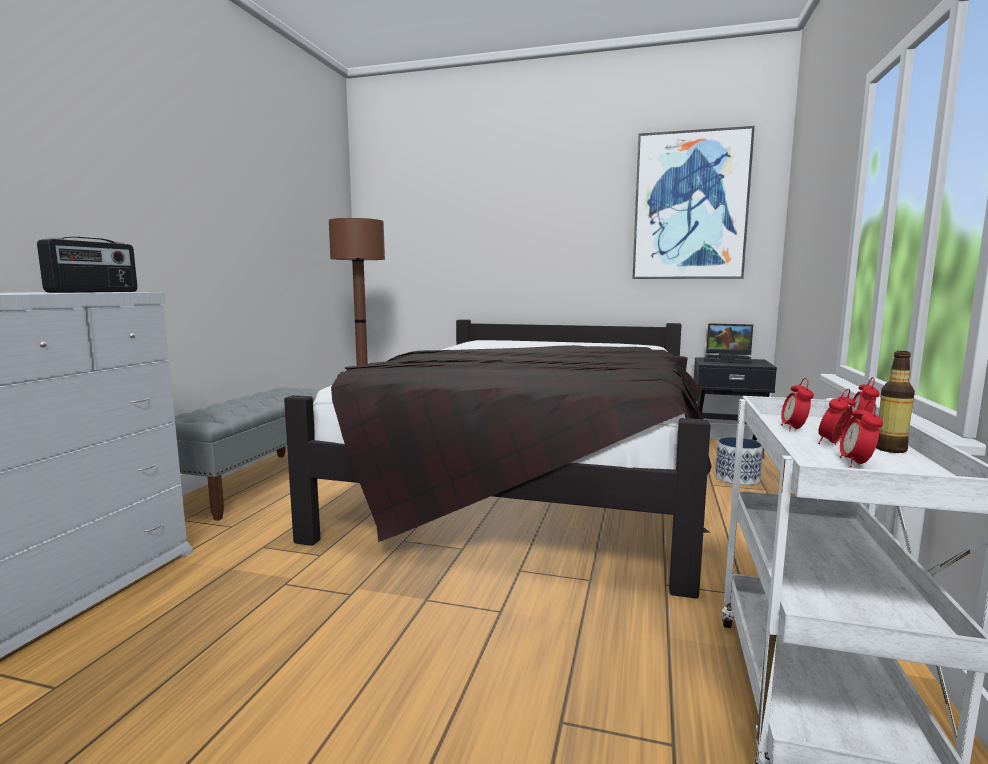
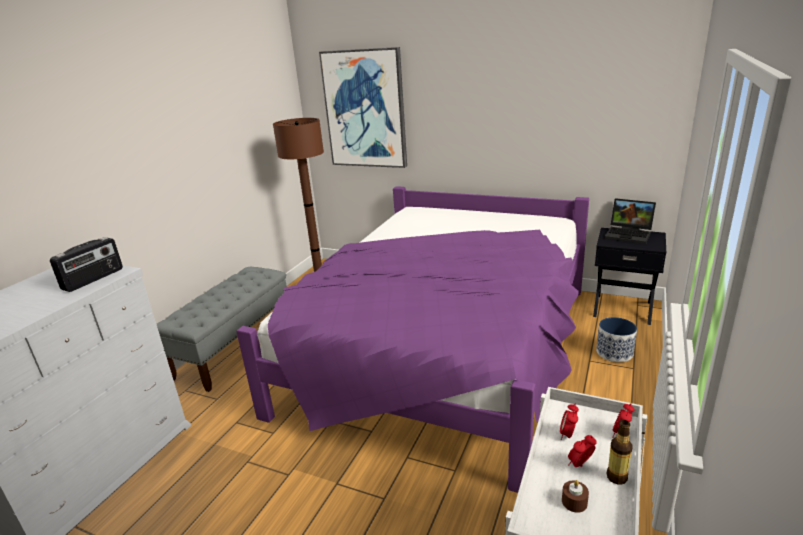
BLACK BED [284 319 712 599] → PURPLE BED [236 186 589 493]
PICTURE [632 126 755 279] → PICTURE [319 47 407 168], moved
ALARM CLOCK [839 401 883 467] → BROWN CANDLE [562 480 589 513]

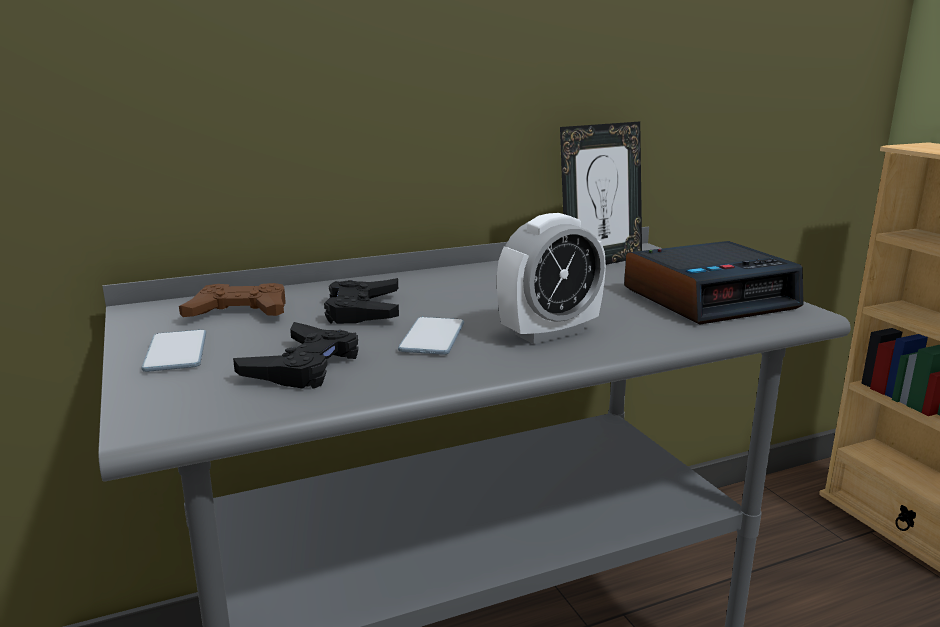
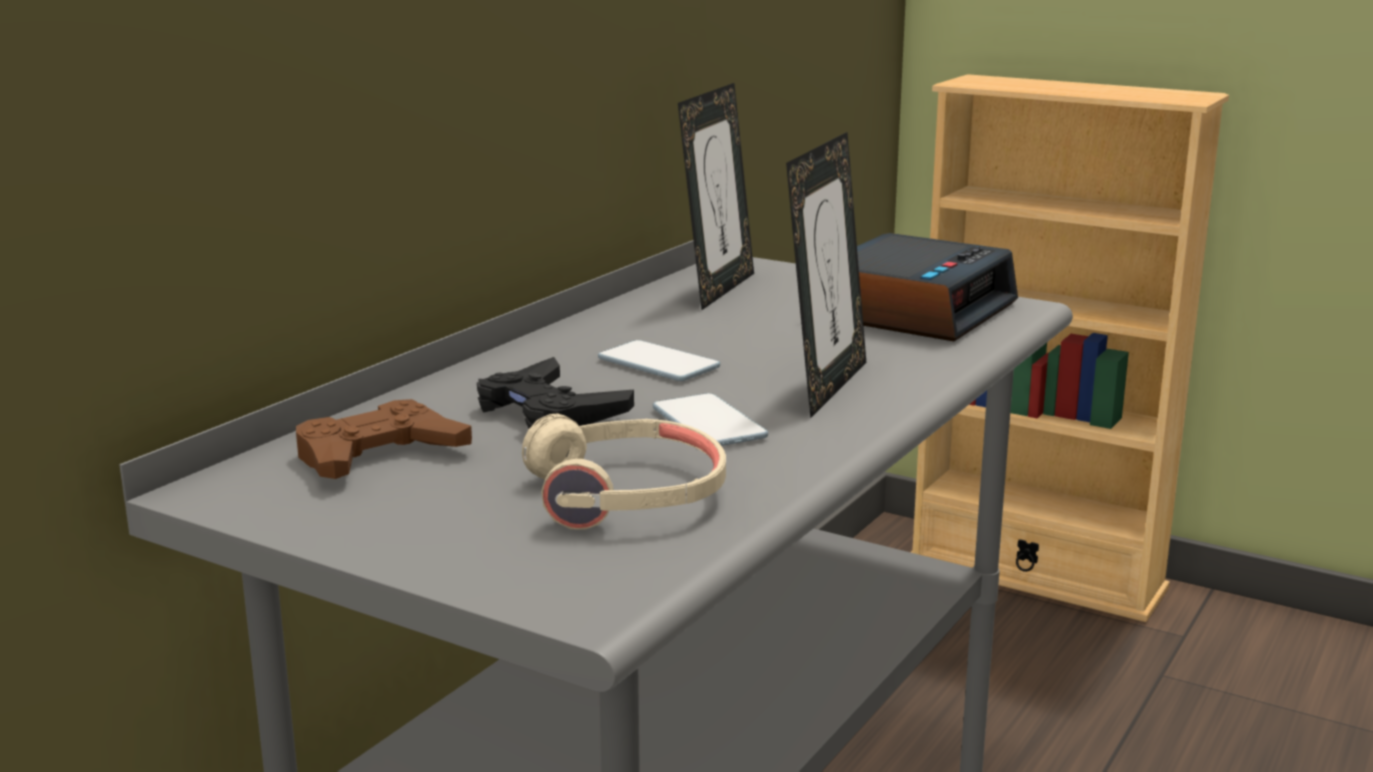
BLACK GAME CONTROLLER [233 322 358 388] → BEIGE HEADPHONES [522 413 726 530]
PHONE [141 330 206 372] → PHONE [598 340 720 381], moved
ALARM CLOCK [497 213 606 344] → PICTURE FRAME [786 132 866 418]

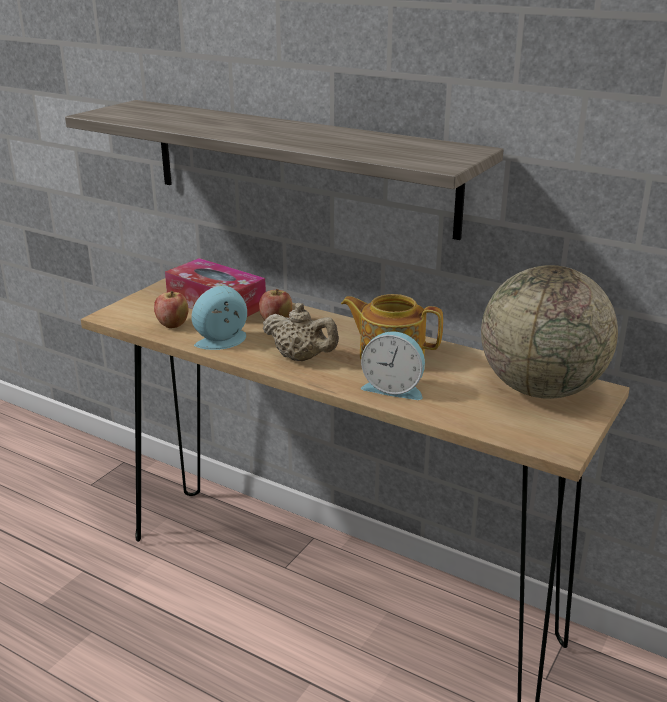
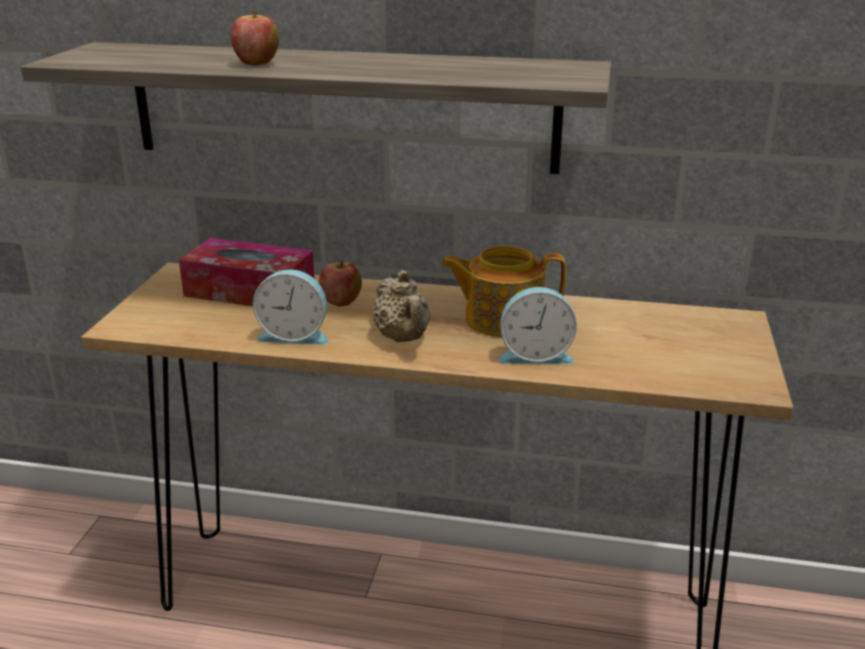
APPLE [154 291 189 328] → APPLE [231 11 279 66], moved
ALARM CLOCK [191 286 247 350] → ALARM CLOCK [253 269 328 345], 120 degrees counterclockwise
BEIGE TEAPOT [262 303 339 361] → BEIGE TEAPOT [373 270 431 342], 60 degrees clockwise
GLOBE [481 265 618 399] → -

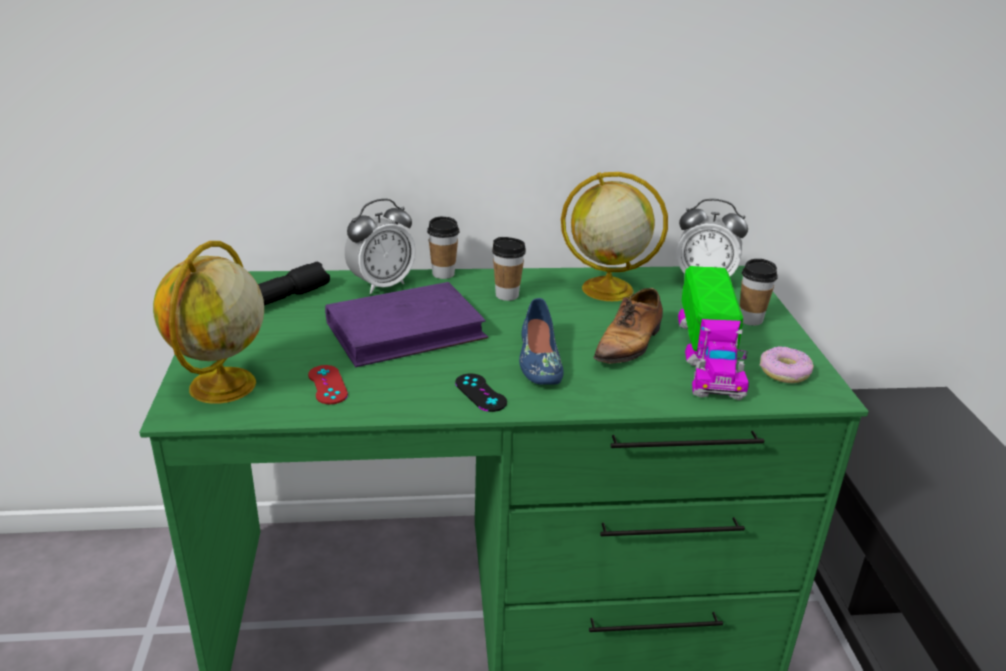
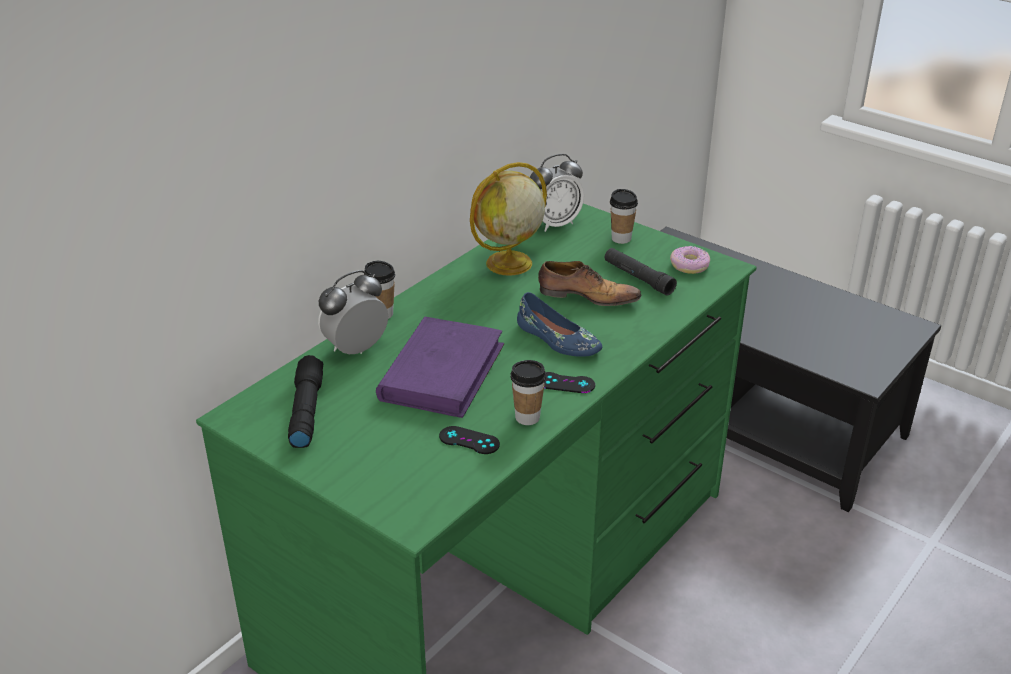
ALARM CLOCK [344 199 416 294] → ALARM CLOCK [318 270 388 354], 135 degrees counterclockwise
RED GAME CONTROLLER [308 365 348 404] → BLACK GAME CONTROLLER [439 426 500 454]
CUP [492 237 526 301] → CUP [510 360 546 425], moved
SHOE [593 288 663 364] → SHOE [538 261 641 306], 60 degrees counterclockwise
TOY TRUCK [678 266 749 400] → BLACK FLASHLIGHT [605 248 677 296]
GLOBE [153 241 264 404] → -

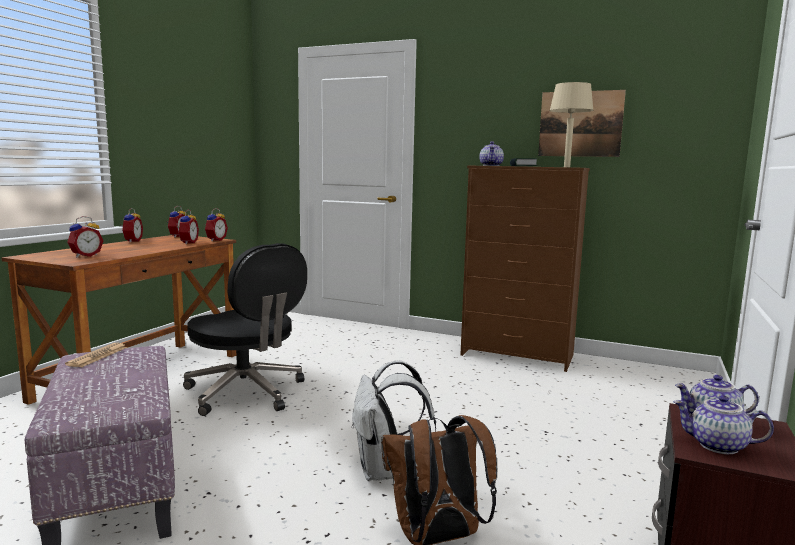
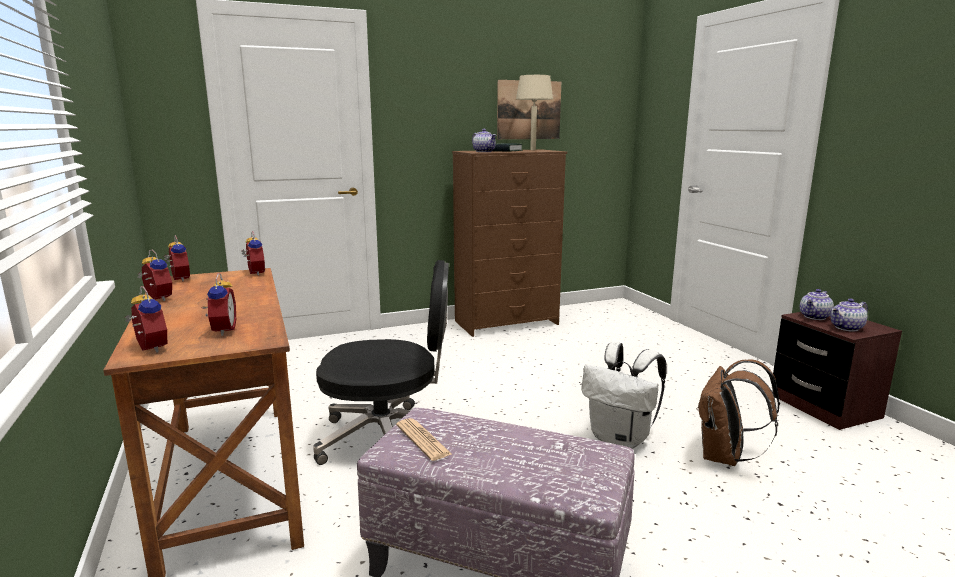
ALARM CLOCK [177 210 199 244] → ALARM CLOCK [125 286 167 353], moved

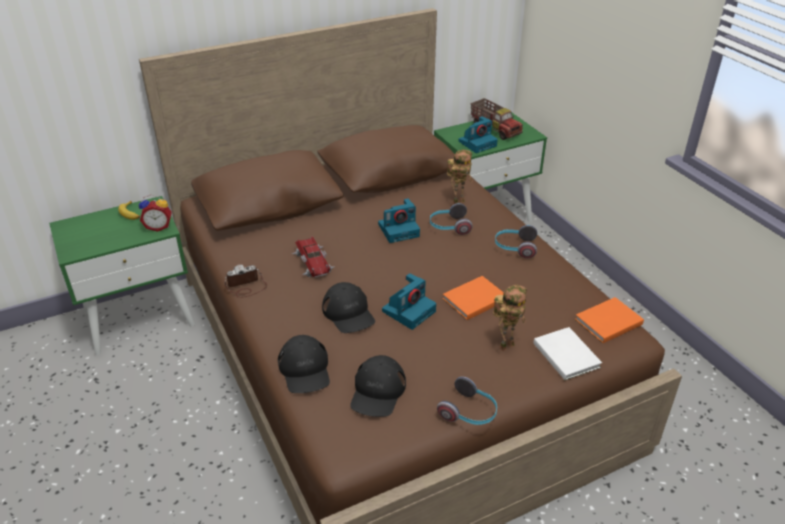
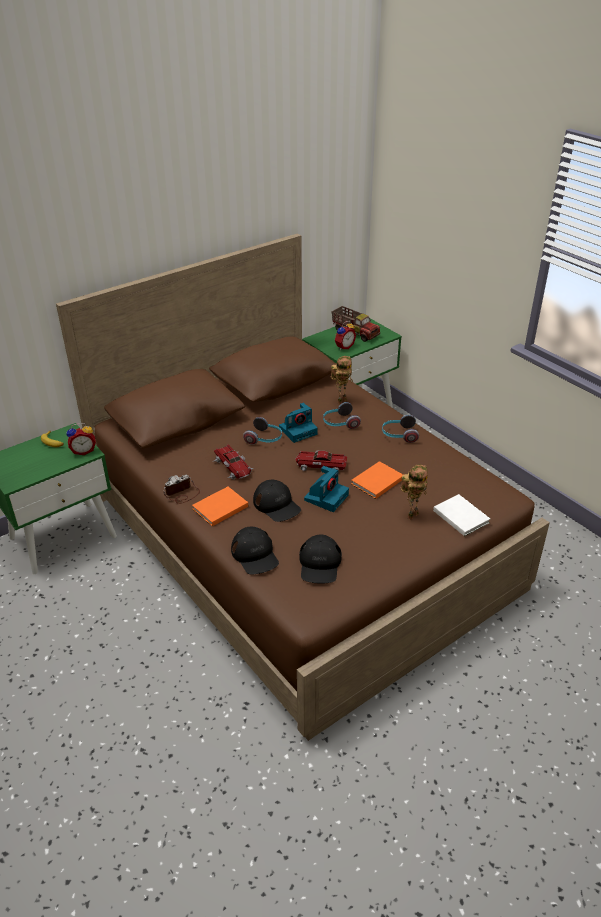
ORANGE BOOK [575 297 644 343] → ORANGE BOOK [192 486 248 526], moved
HEADPHONES [437 377 497 425] → HEADPHONES [243 417 282 445], moved
- → TOY CAR [295 450 347 471]
PHOTO CAMERA [459 116 498 153] → ALARM CLOCK [335 321 356 350]

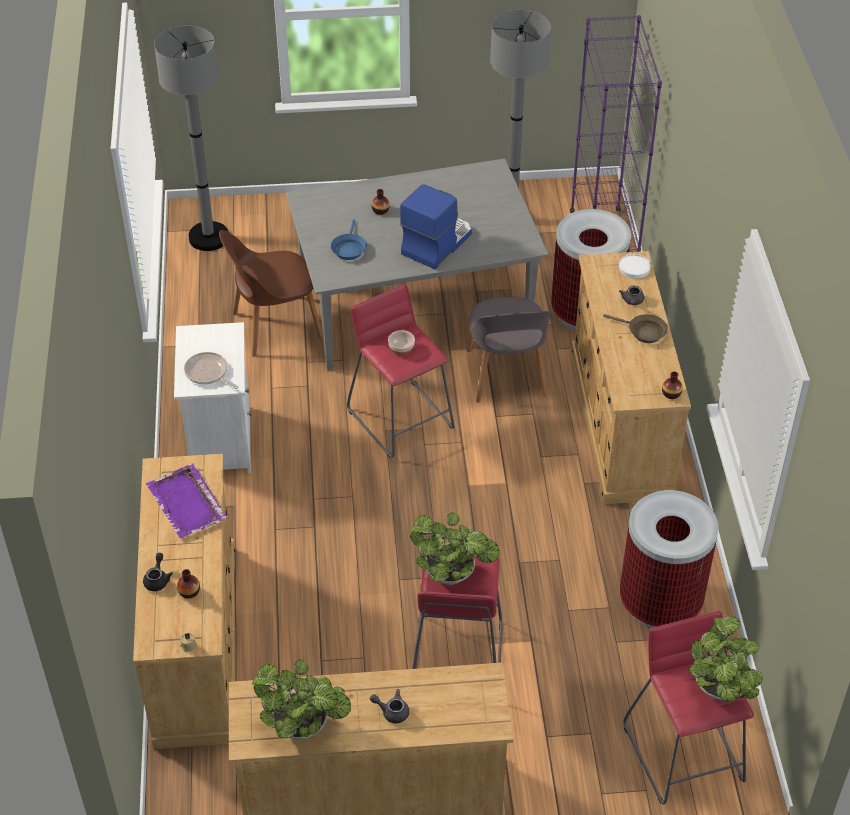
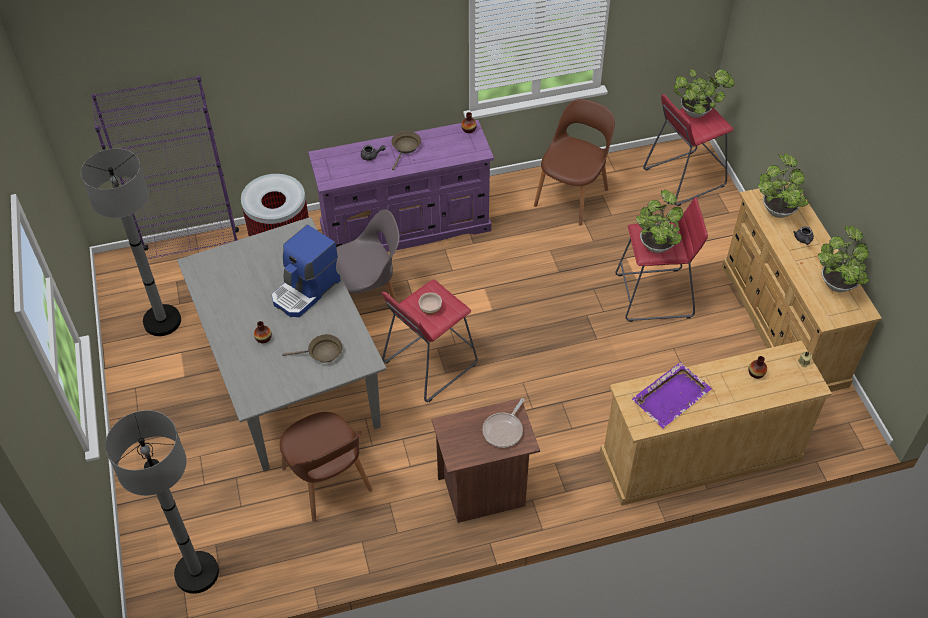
COFFEE MACHINE [400 184 472 270] → COFFEE MACHINE [271 225 341 317], 75 degrees counterclockwise
BLUE FRYING PAN [331 219 367 260] → BROWN FRYING PAN [282 334 343 363]
BEIGE DRESSER [571 251 691 504] → PURPLE DRESSER [308 120 494 252]
WHITE NIGHTSTAND [174 322 252 473] → BROWN NIGHTSTAND [432 398 540 523]
TRASH CAN [619 490 719 628] → BROWN CHAIR [534 99 615 226]
- → POTTED PLANT [758 153 809 218]
BLACK TEAPOT [143 553 173 591] → -
WHITE PLATE [619 254 651 279] → -

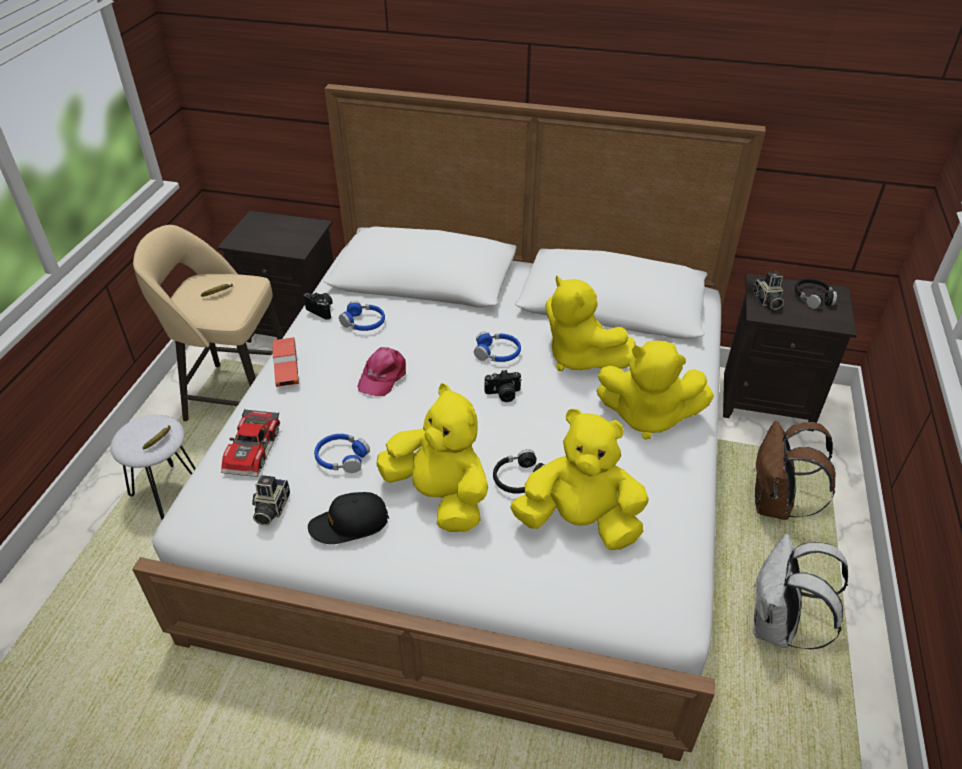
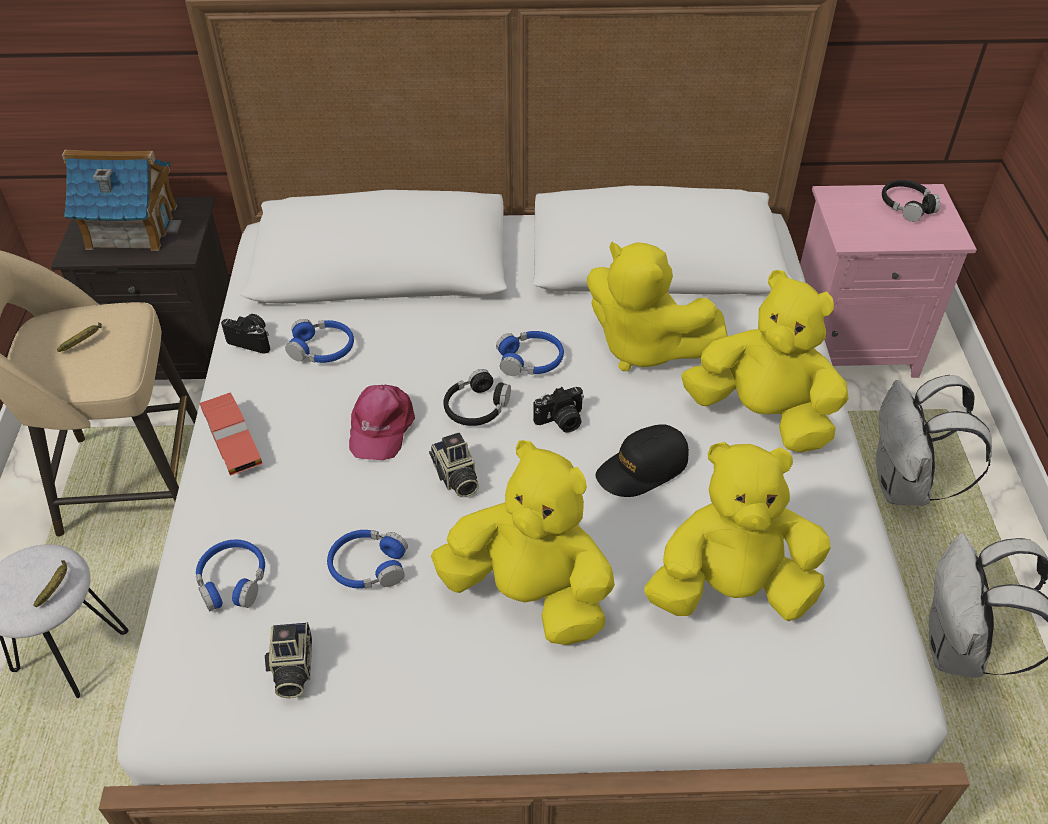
- → TOY HOUSE [62 150 182 251]
TOY CAR [221 409 280 477] → BLUE HEADPHONES [196 539 265 612]
PHOTO CAMERA [753 272 784 310] → PHOTO CAMERA [429 433 479 497], moved
BLACK HEADPHONES [493 449 544 494] → BLACK HEADPHONES [444 369 511 426], moved
BLACK CAP [308 492 389 544] → BLACK CAP [596 424 689 497], moved
YELLOW PLUSH TOY [597 341 714 440] → YELLOW PLUSH TOY [681 270 849 453], 150 degrees counterclockwise
BLACK NIGHTSTAND [723 274 857 431] → PINK NIGHTSTAND [800 184 977 378]
BROWN BACKPACK [754 421 835 520] → WHITE BACKPACK [876 375 992 506]

